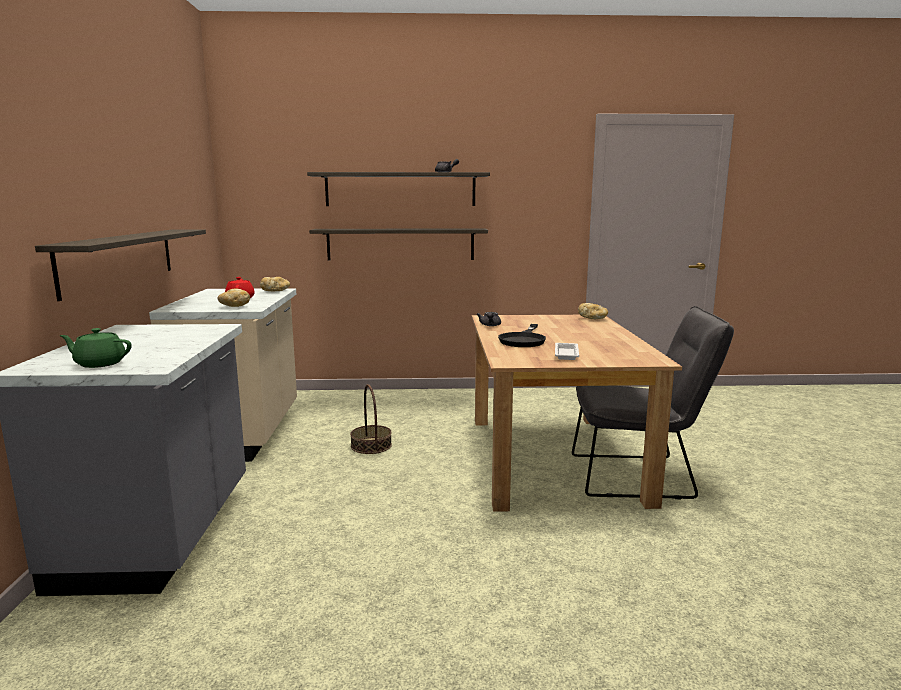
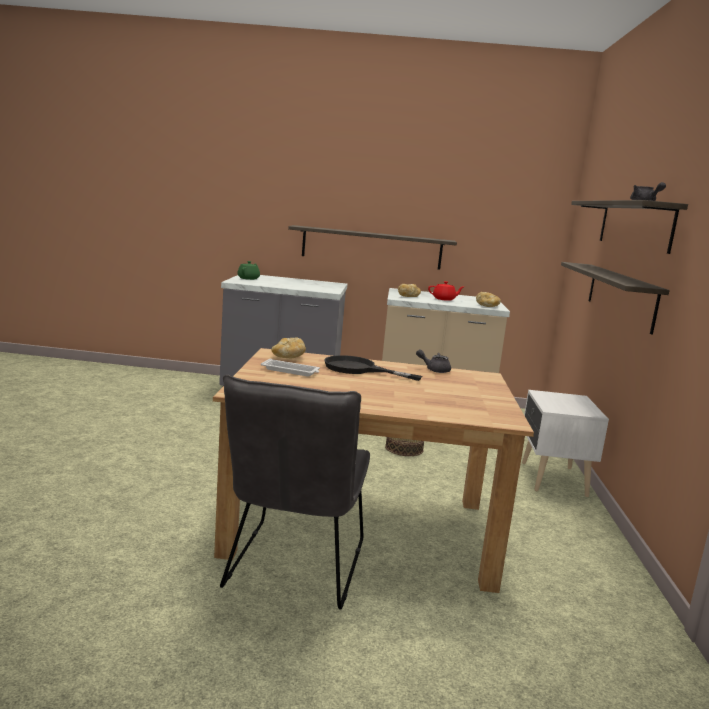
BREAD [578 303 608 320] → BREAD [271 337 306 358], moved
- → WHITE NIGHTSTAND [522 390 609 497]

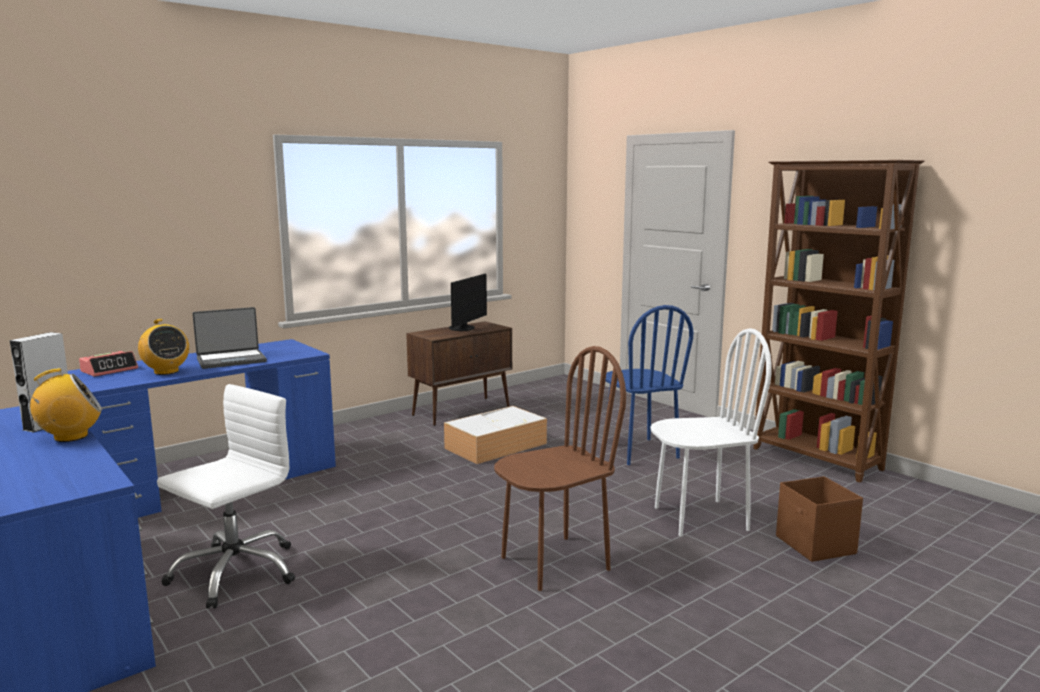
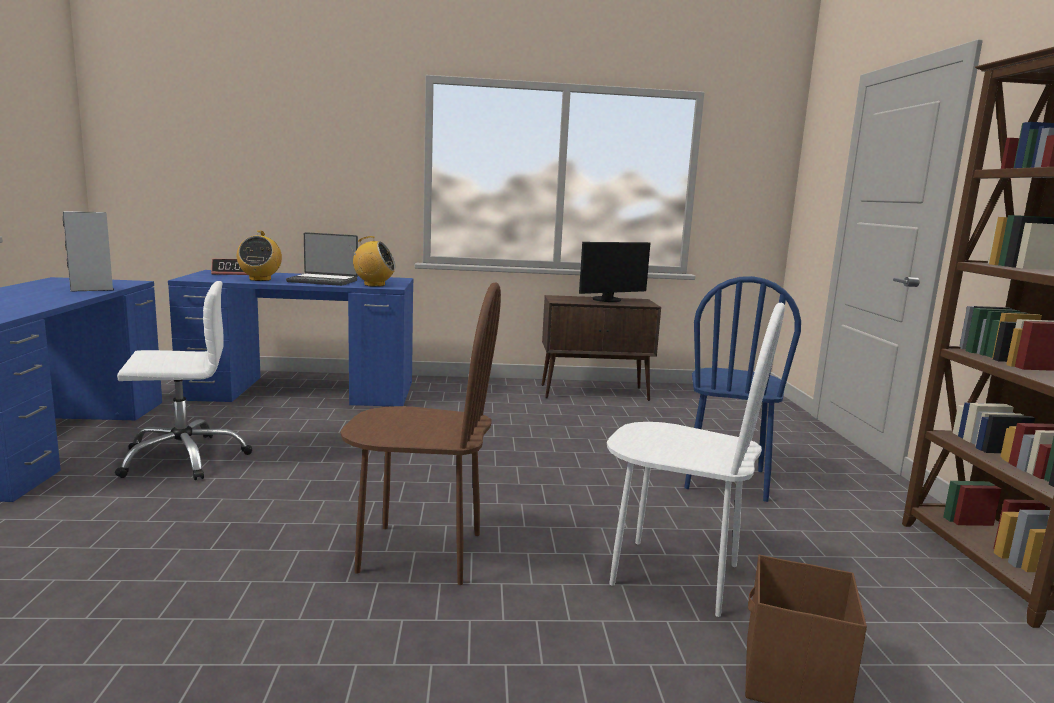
RADIO [25 368 102 442] → RADIO [351 236 396 287], moved
STORAGE BOX [444 406 547 464] → -

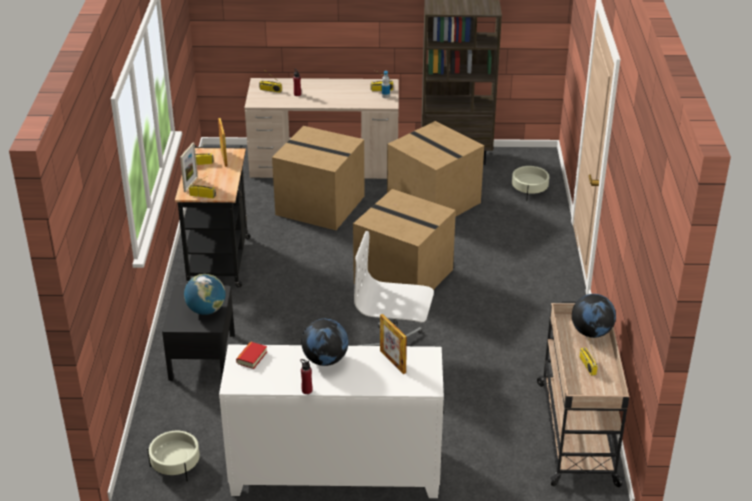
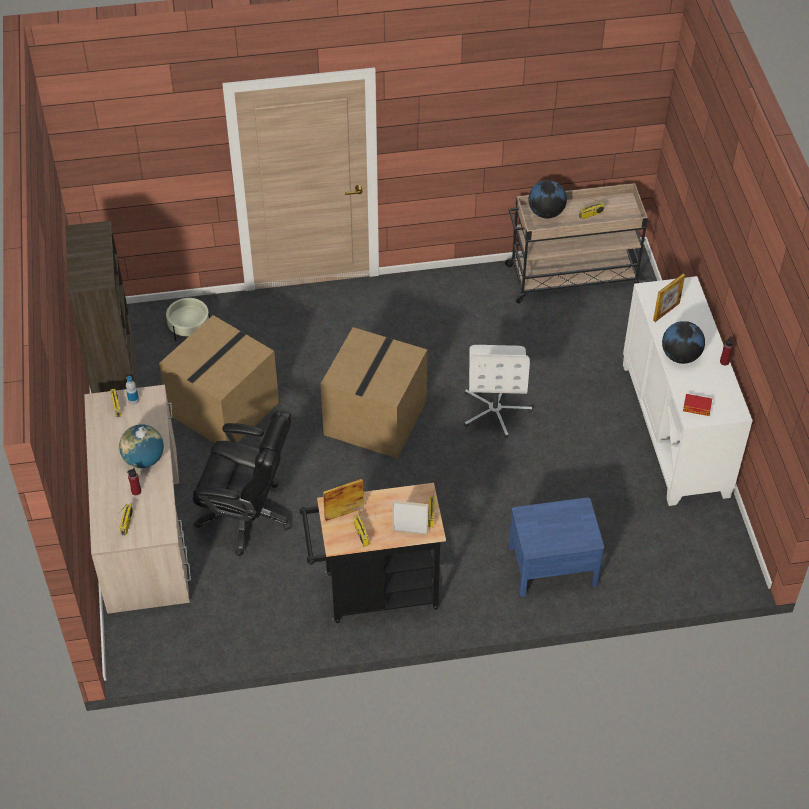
GLOBE [184 274 225 315] → GLOBE [119 424 164 468], moved
CARDBOARD BOX [272 126 364 230] → BLACK OFFICE CHAIR [193 411 291 556]
BLACK NIGHTSTAND [162 285 235 381] → BLUE NIGHTSTAND [508 497 604 597]
BEIGE PLANTER [147 431 200 481] → -

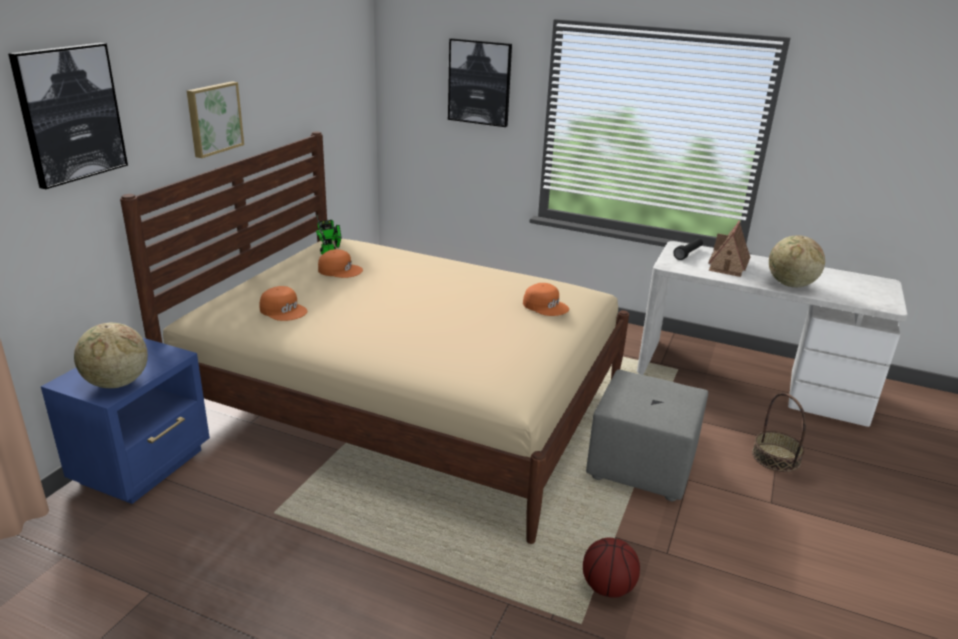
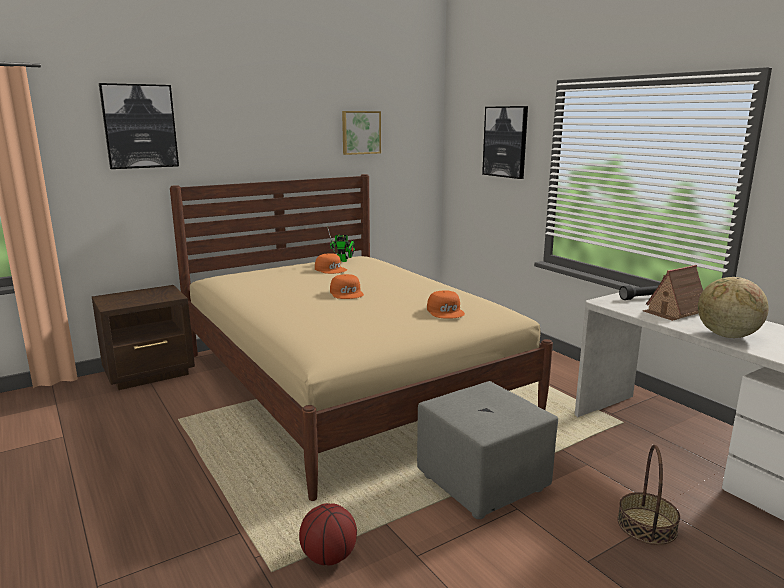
BLUE NIGHTSTAND [41 338 210 504] → BROWN NIGHTSTAND [92 285 195 390]
ORANGE CAP [259 286 307 321] → ORANGE CAP [330 274 364 299], moved
PICTURE [187 81 244 158] → PICTURE [342 111 381 155], moved
GLOBE [74 322 148 388] → -

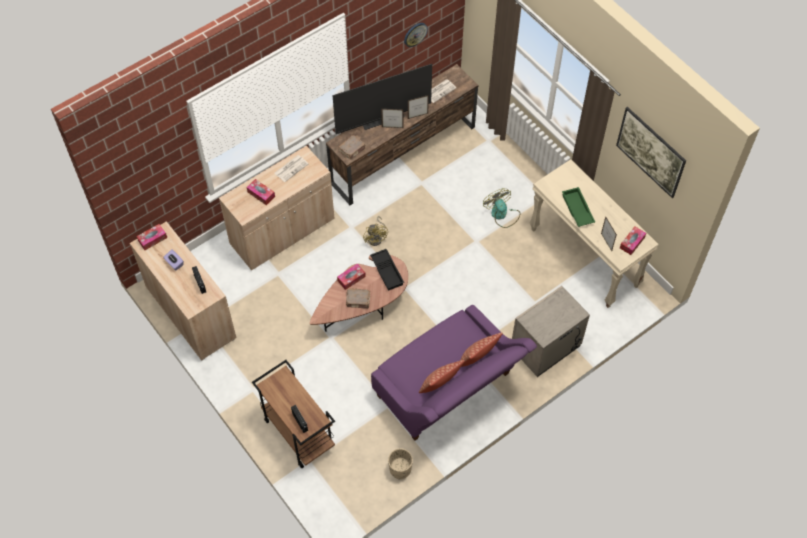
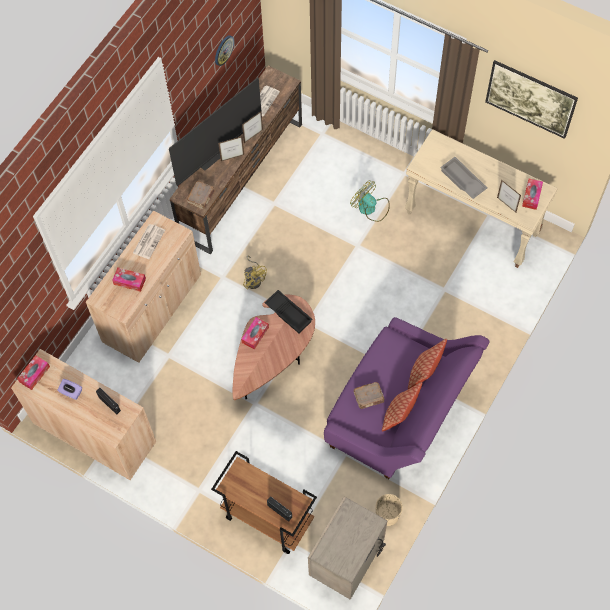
BEIGE NIGHTSTAND [512 286 590 377] → BEIGE NIGHTSTAND [308 496 387 599], moved
BROWN BOOK [346 288 371 309] → BROWN BOOK [354 382 385 409], moved
GREEN TRAY [562 187 595 227] → GREY TRAY [440 157 487 199]

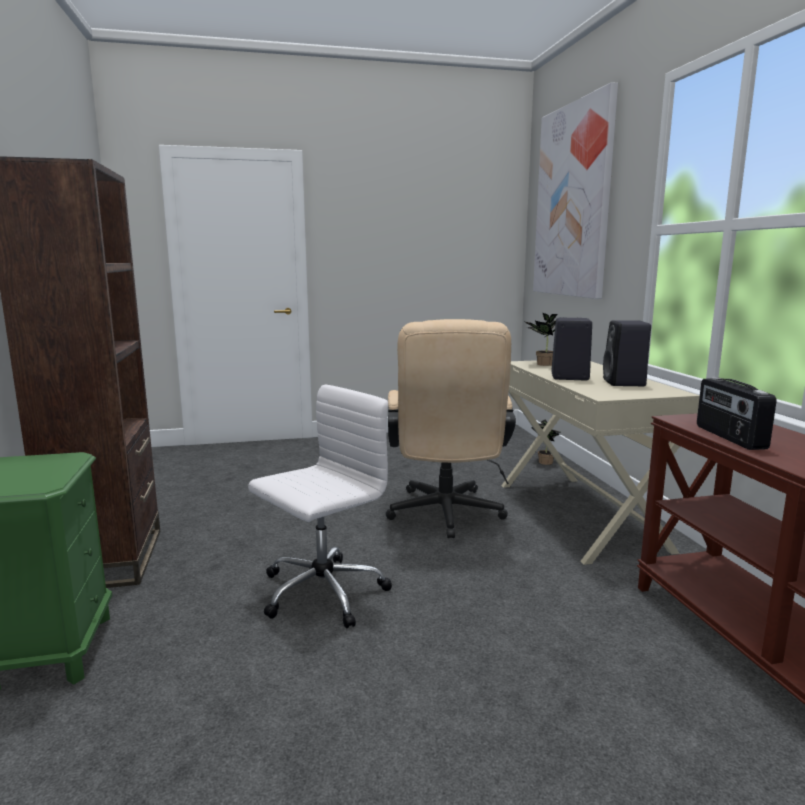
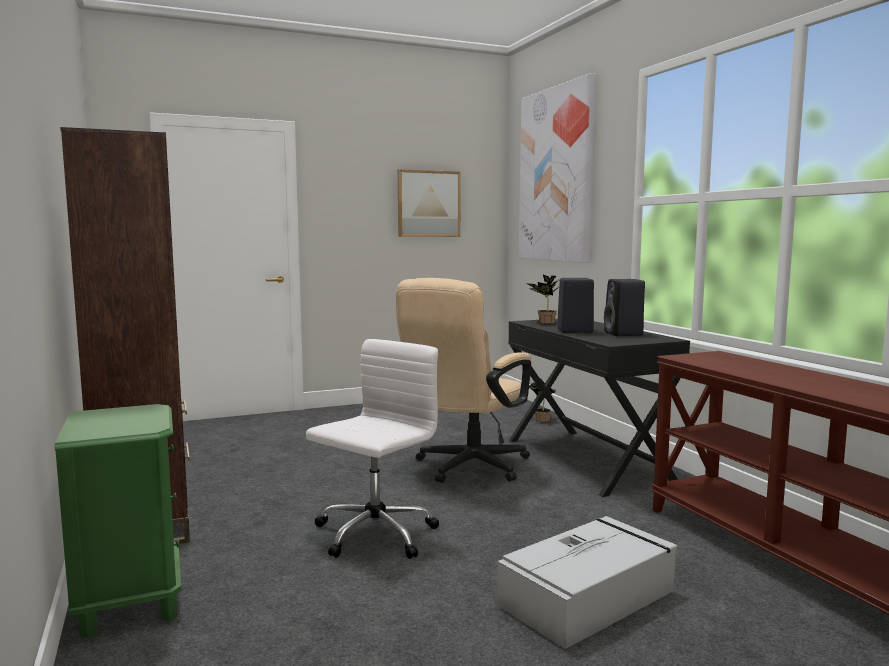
BEIGE OFFICE CHAIR [386 319 516 538] → BEIGE OFFICE CHAIR [396 278 531 483], 45 degrees clockwise
- → PICTURE [398 169 461 237]
- → GREY STORAGE BOX [497 516 678 649]
BEIGE DESK [501 360 700 565] → BLACK DESK [509 319 690 497]
RADIO [697 377 777 450] → -

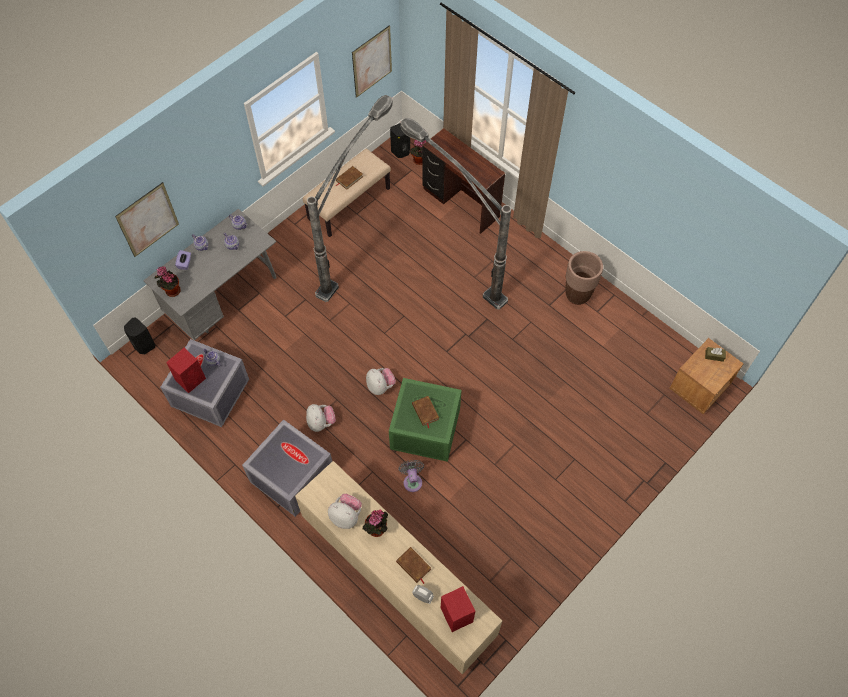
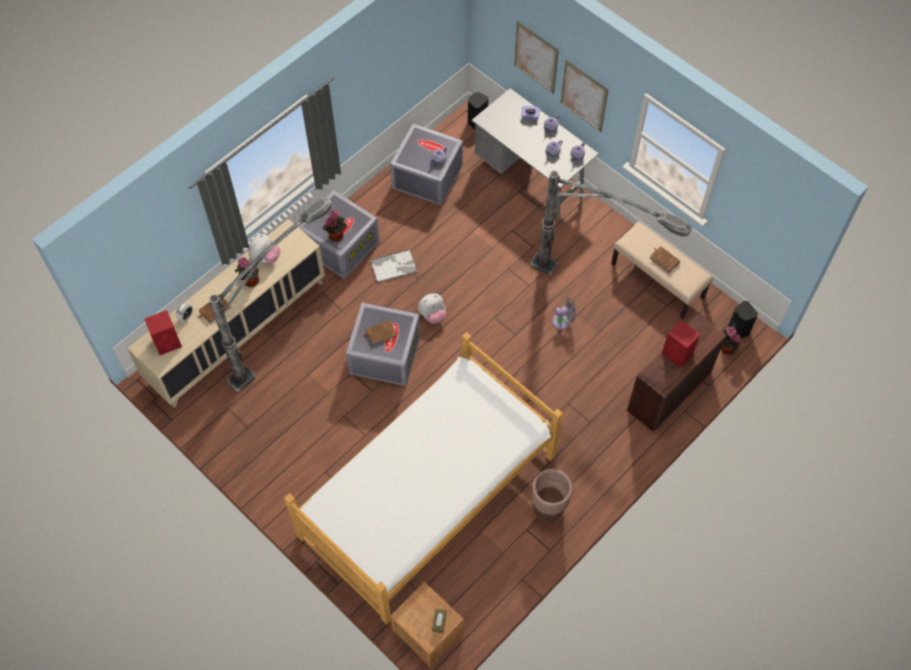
FLOOR LAMP [400 118 511 309] → FLOOR LAMP [209 197 332 392], moved
- → BED [284 332 563 625]
POTTED PLANT [155 266 181 297] → POTTED PLANT [322 210 347 242], moved
GREEN STORAGE BOX [389 378 462 462] → GREY STORAGE BOX [346 303 420 386]
PLUSH TOY [306 404 336 432] → TRAY [370 249 417 283]
GREY FAN [399 460 424 492] → GREY FAN [552 298 576 330], moved
PICTURE [352 25 392 98] → PICTURE [560 60 608 132], moved
RED SPEAKER [166 348 206 393] → RED SPEAKER [662 320 700 368], moved

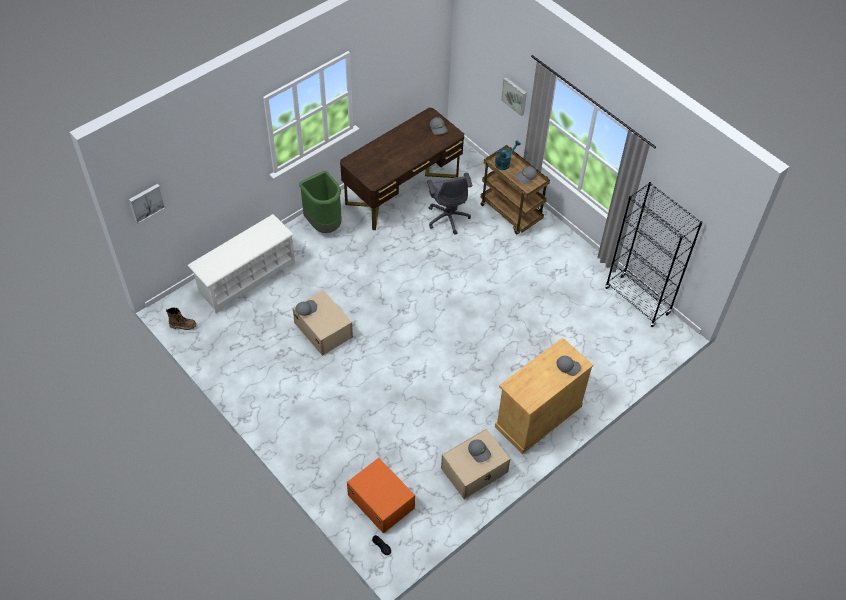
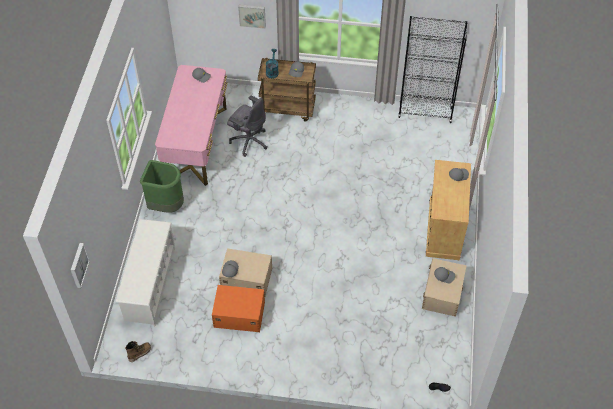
BROWN DESK [340 108 464 230] → PINK DESK [155 65 228 186]
ORANGE STORAGE BOX [347 458 415 534] → ORANGE STORAGE BOX [212 285 265 332], moved

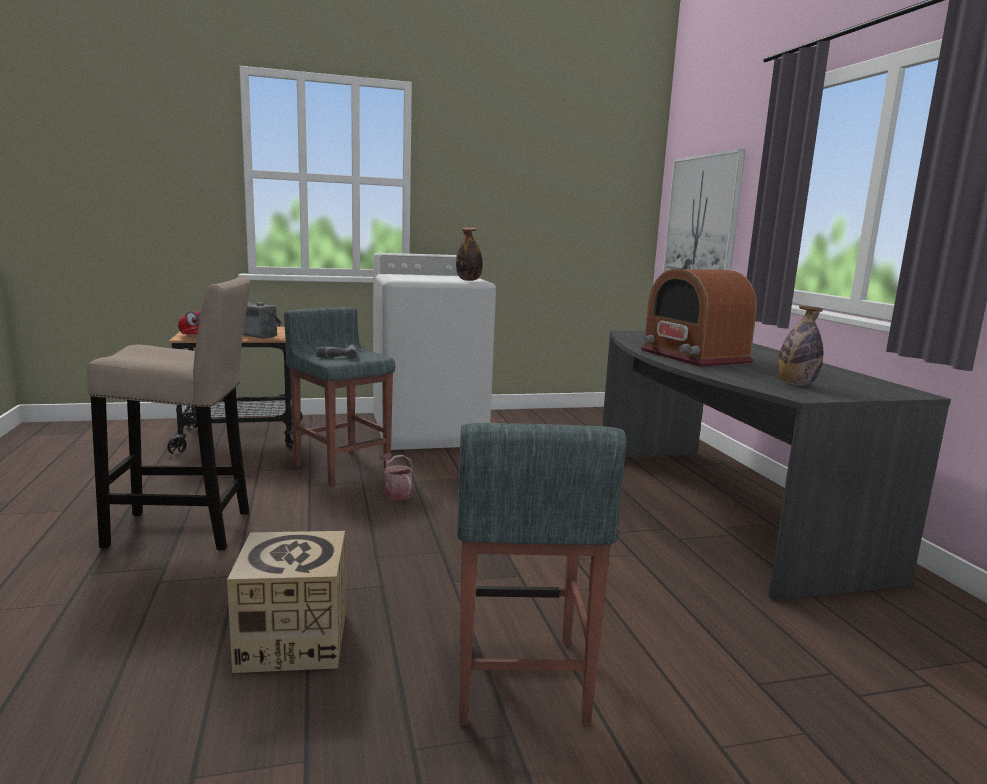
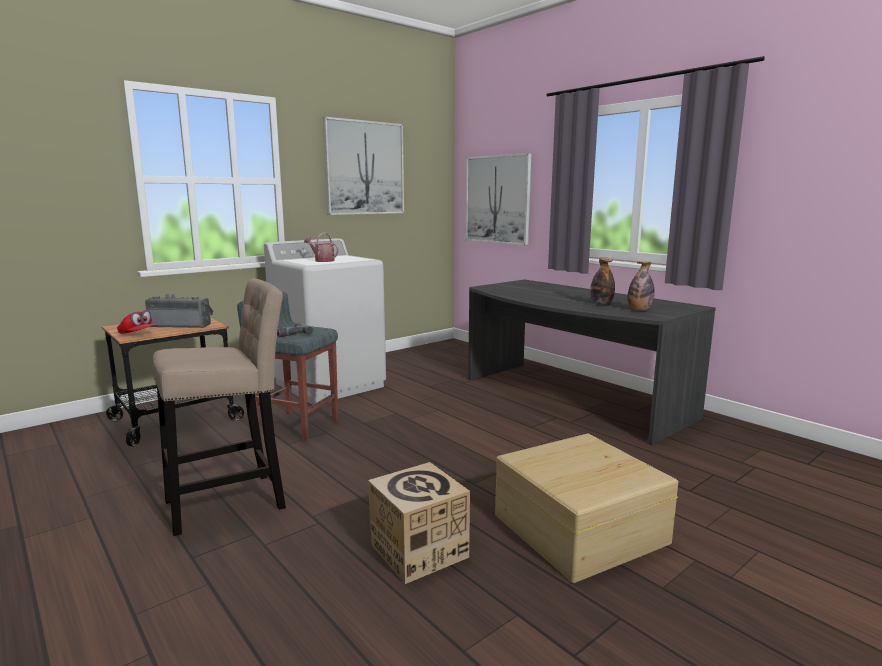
WATERING CAN [380 454 414 500] → WATERING CAN [304 232 339 262], moved
- → PICTURE [323 117 404 215]
GREY STOOL [457 423 627 726] → BEIGE STORAGE BOX [495 433 678 583]
BOTTLE [456 227 483 281] → BOTTLE [590 257 615 305], moved
RADIO [641 269 757 367] → -

